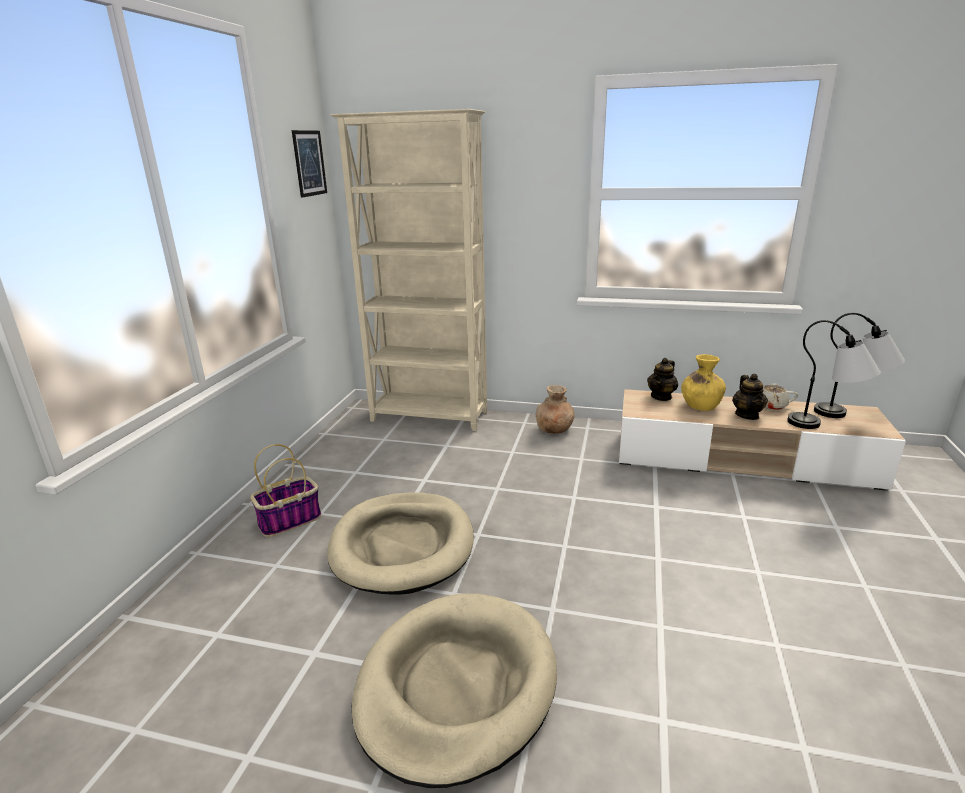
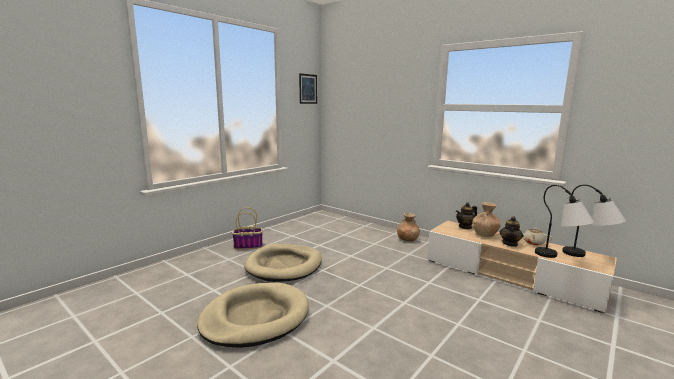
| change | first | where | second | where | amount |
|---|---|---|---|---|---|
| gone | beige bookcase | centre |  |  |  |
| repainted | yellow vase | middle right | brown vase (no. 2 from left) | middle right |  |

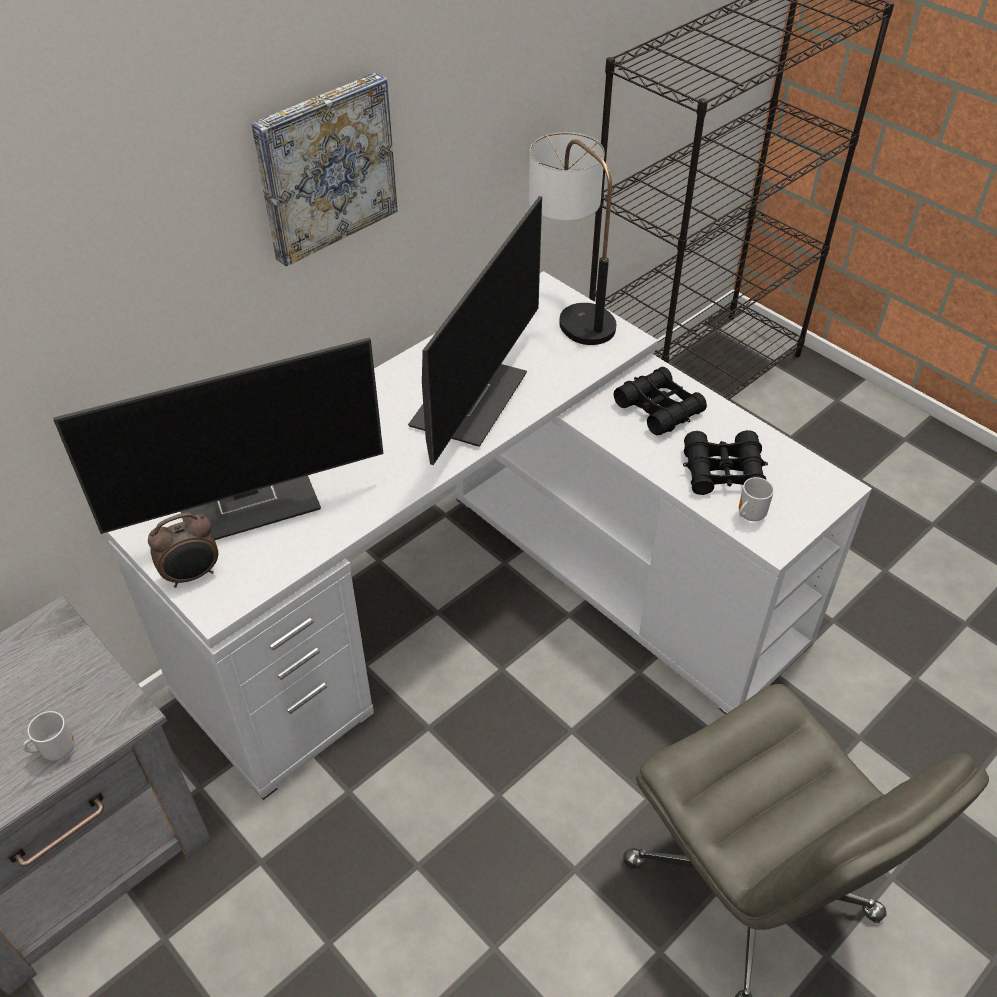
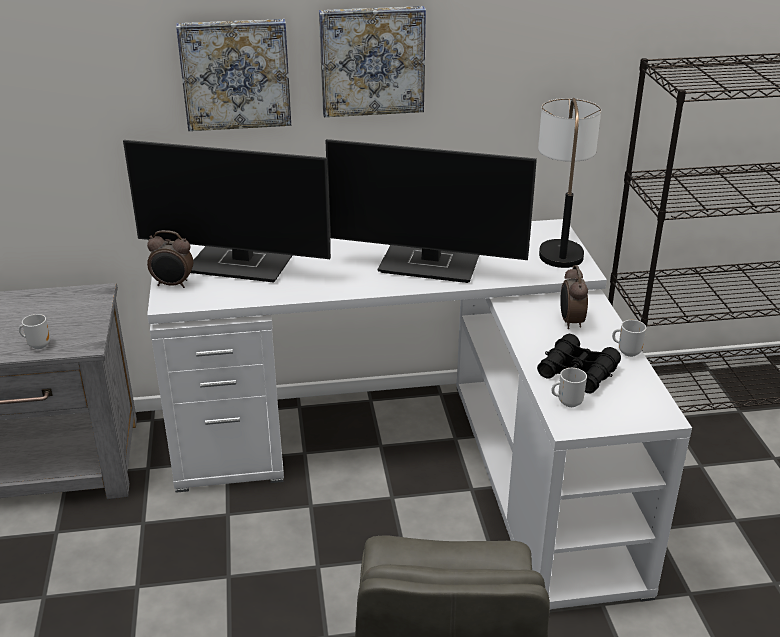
| change | first | where | second | where | amount |
|---|---|---|---|---|---|
| rotated | monitor (no. 2 from left) | top centre |  | top centre | 45 degrees clockwise |
| swapped | black binoculars (no. 1 from left) | centre | alarm clock (no. 2 from left) | middle right |  |
| new |  |  | picture (no. 1 from left) | top left |  |
| new |  |  | mug (no. 3 from left) | middle right |  |

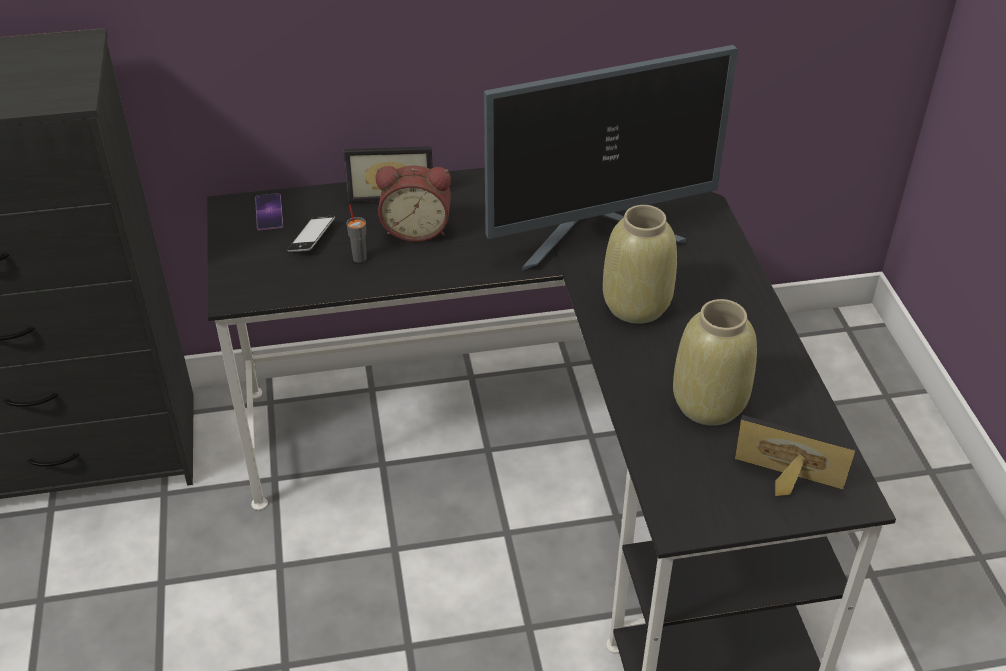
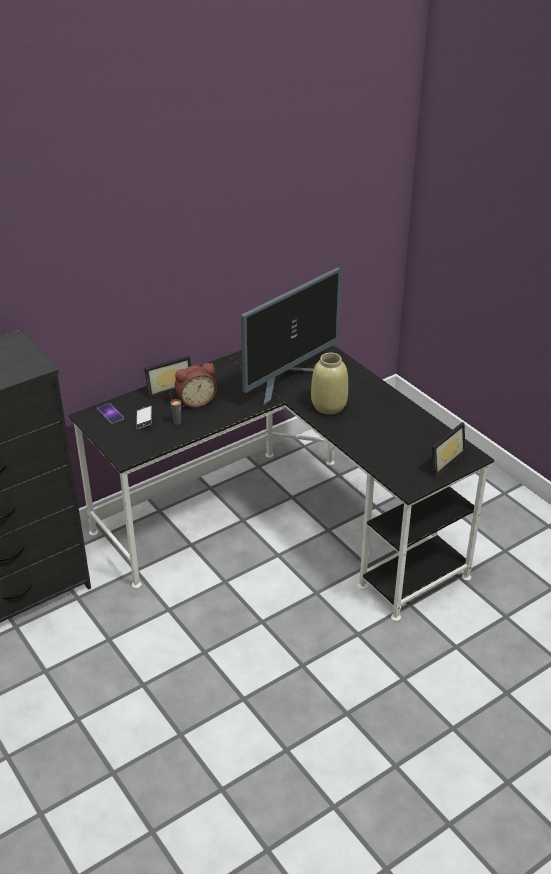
| change | first | where | second | where | amount |
|---|---|---|---|---|---|
| gone | beige vase (no. 2 from left) | middle right |  |  |  |
| rotated | picture frame (no. 2 from left) | bottom right |  | middle right | 135 degrees clockwise |

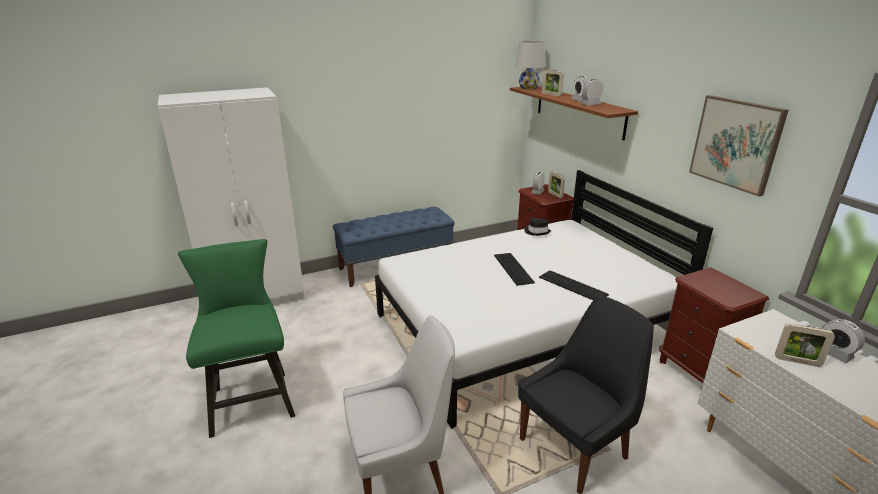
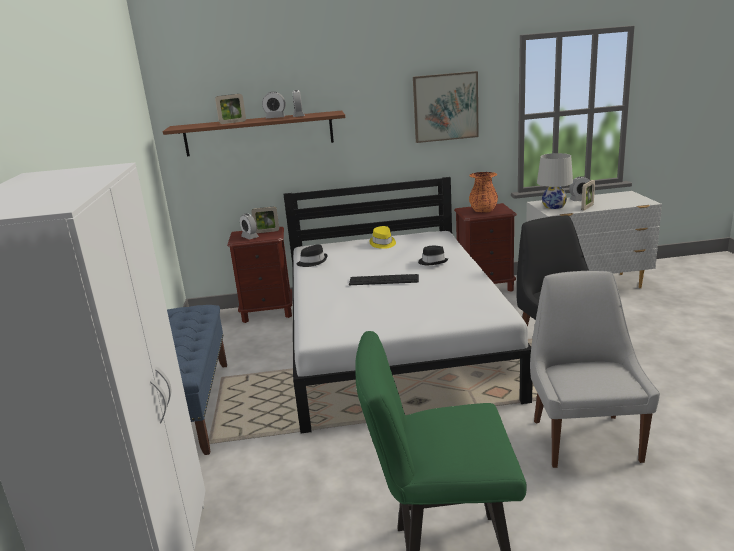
| change | first | where | second | where | amount |
|---|---|---|---|---|---|
| shifted | white table lamp | top centre |  | top right |  |
| swapped | keyboard (no. 2 from left) | centre | black hat (no. 2 from left) | centre |  |
| new |  |  | yellow hat | centre |  |
| new |  |  | orange vase | centre |  |

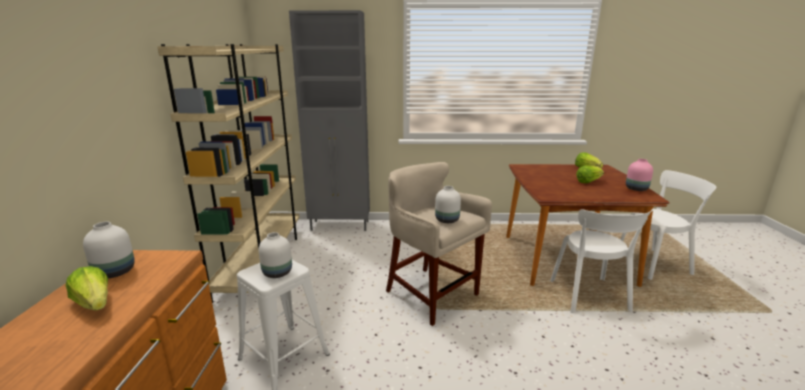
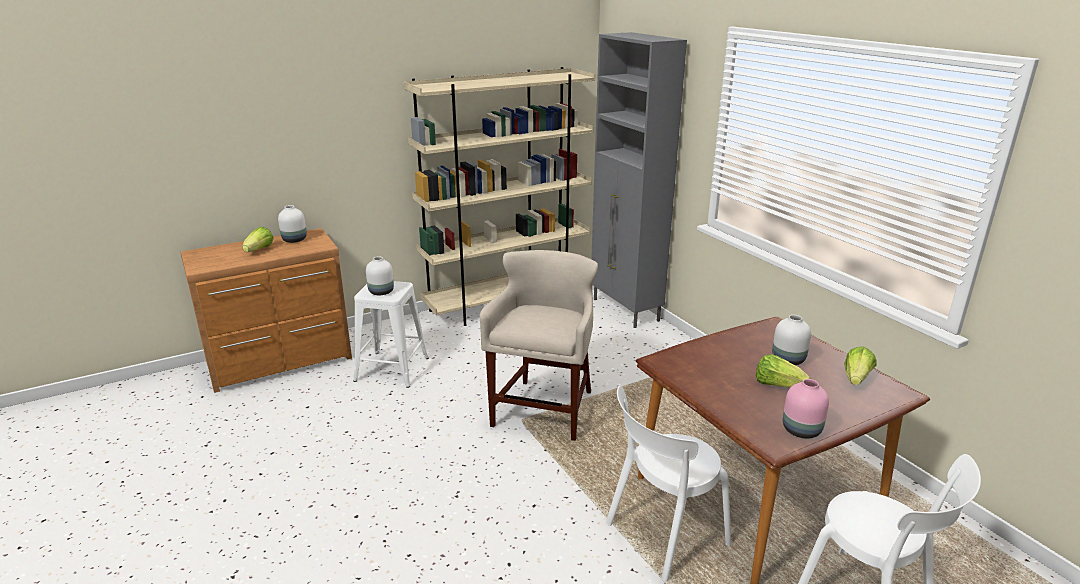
| change | first | where | second | where | amount |
|---|---|---|---|---|---|
| shifted | white vase (no. 3 from left) | centre |  | middle right |  |

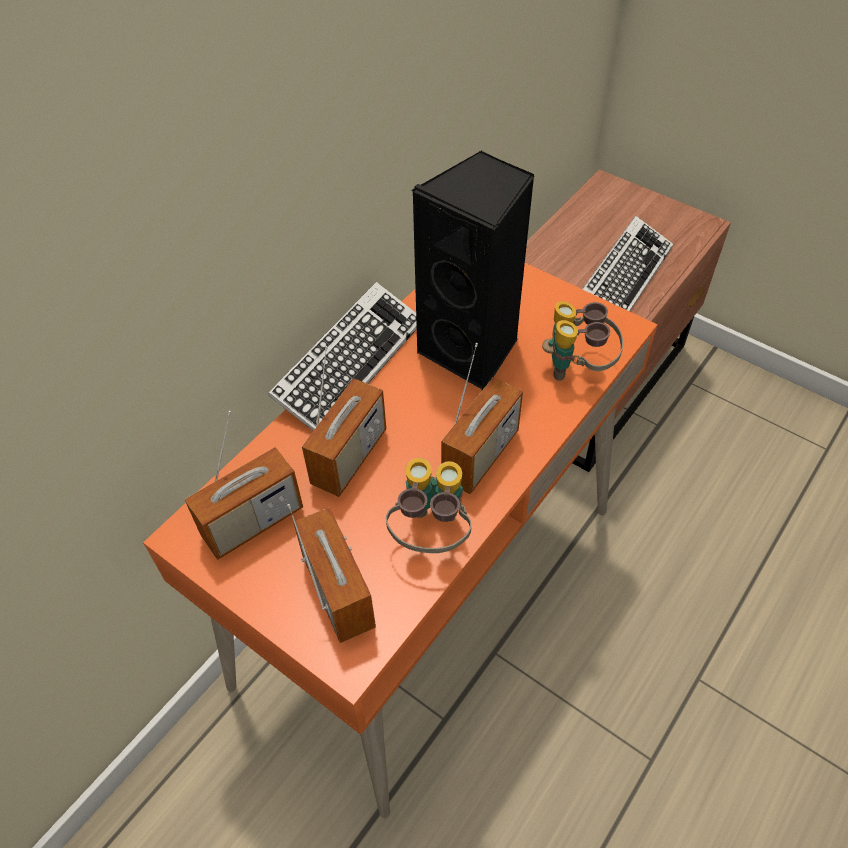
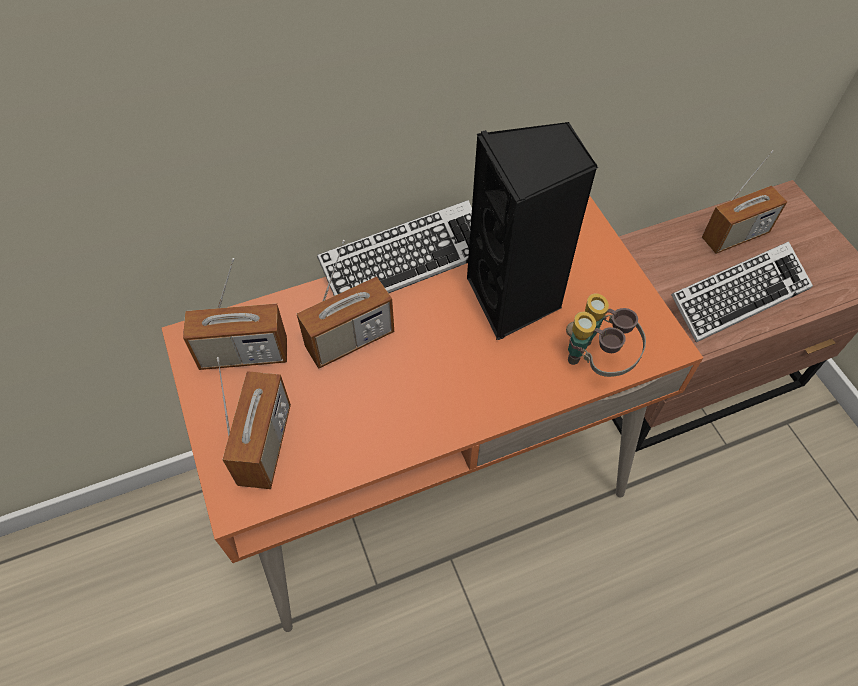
| change | first | where | second | where | amount |
|---|---|---|---|---|---|
| gone | binoculars (no. 1 from left) | centre |  |  |  |
| shifted | radio (no. 4 from left) | centre |  | top right |  |

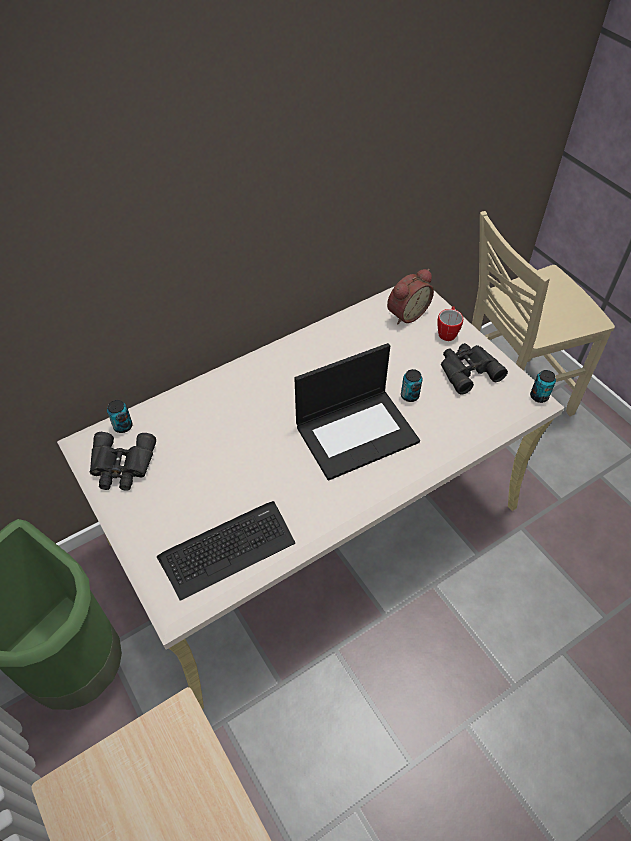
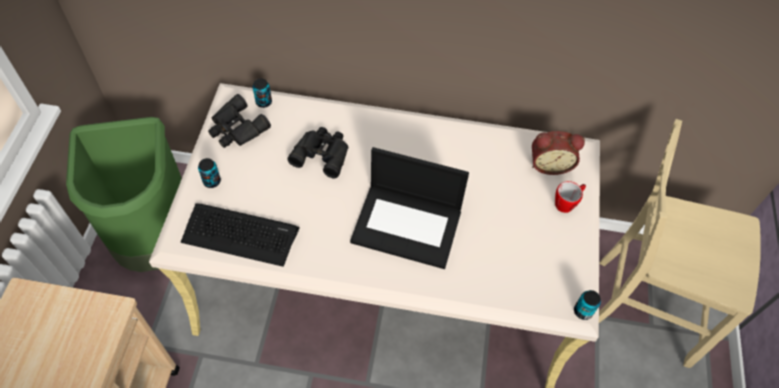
| change | first | where | second | where | amount |
|---|---|---|---|---|---|
| shifted | can (no. 2 from left in the first image) | centre | can (no. 1 from left) | middle left |  |
| shifted | black binoculars (no. 2 from left) | middle right |  | centre |  |

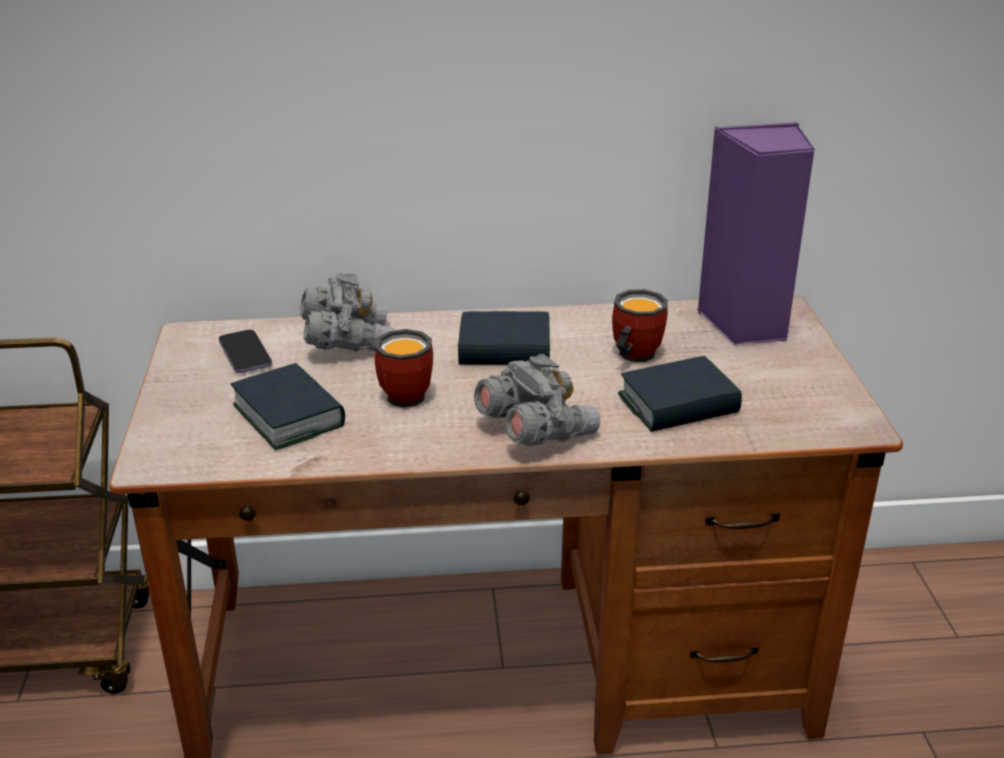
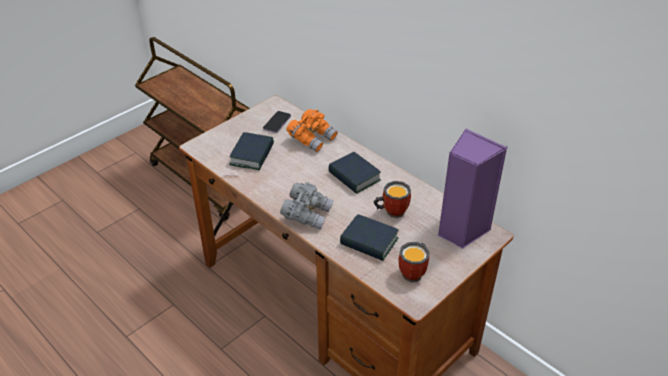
| change | first | where | second | where | amount |
|---|---|---|---|---|---|
| repainted | grey binoculars (no. 1 from left) | centre | orange binoculars | centre |  |
| shifted | mug (no. 1 from left in the first image) | centre | mug (no. 2 from left) | bottom centre |  |

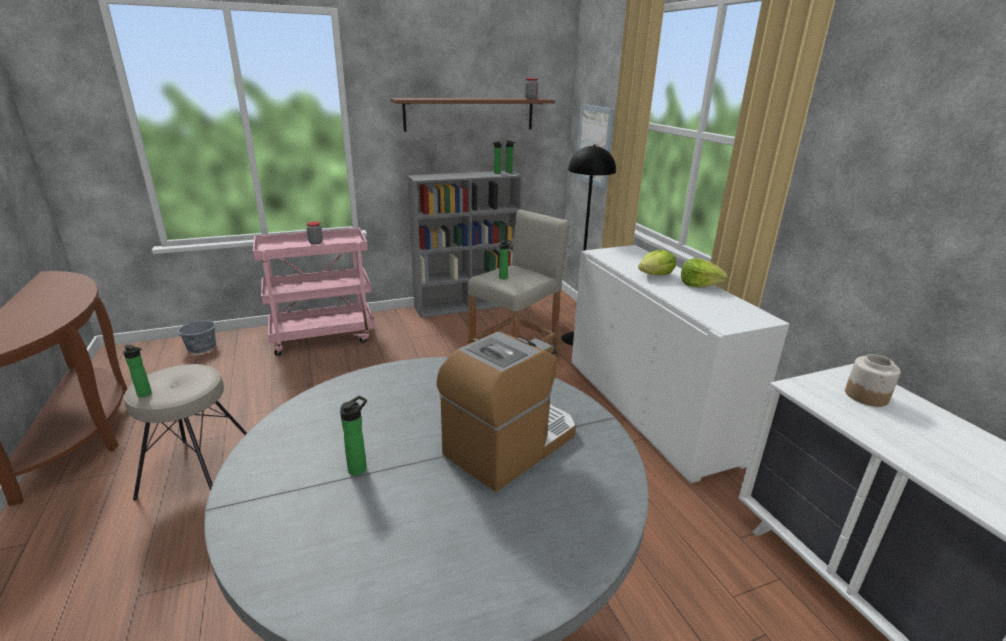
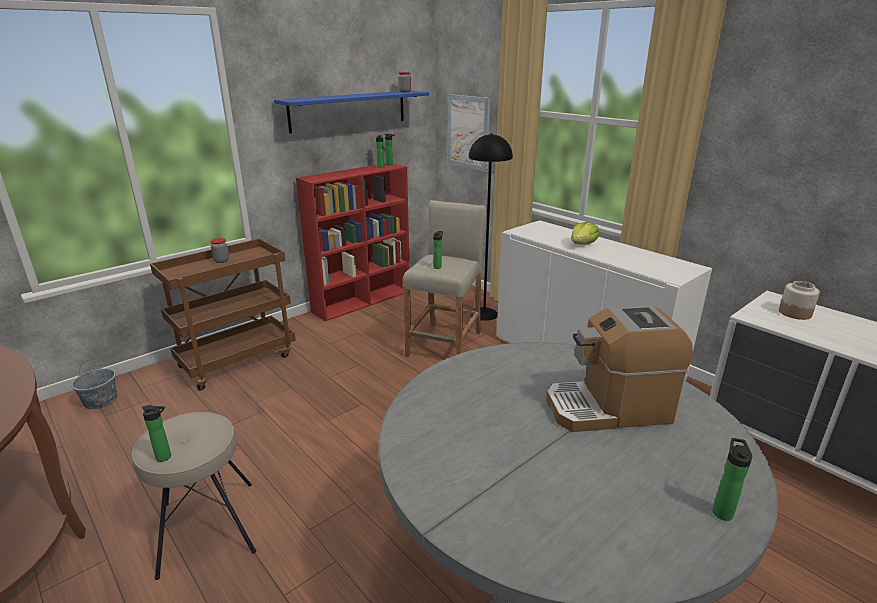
| change | first | where | second | where | amount |
|---|---|---|---|---|---|
| repainted | pink cart | middle left | brown cart | middle left |  |
| shifted | bottle (no. 2 from left in the first image) | bottom centre | bottle (no. 5 from left) | bottom right |  |
| repainted | brown shelf | top centre | blue shelf | top centre |  |
| repainted | grey bookcase | centre | red bookcase | centre |  |
| rotated | coffee machine | centre |  | middle right | 120 degrees counterclockwise |
| gone | lettuce (no. 2 from left) | middle right |  |  |  |

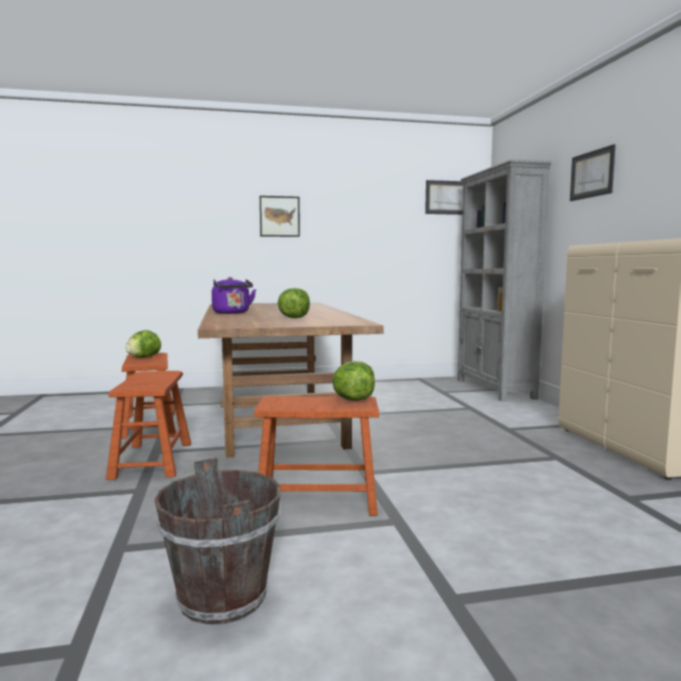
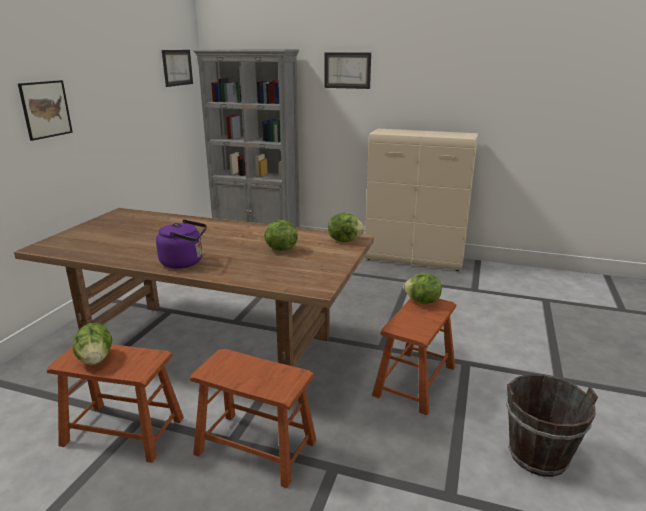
| change | first | where | second | where | amount |
|---|---|---|---|---|---|
| new |  |  | lettuce (no. 3 from left) | centre |  |

